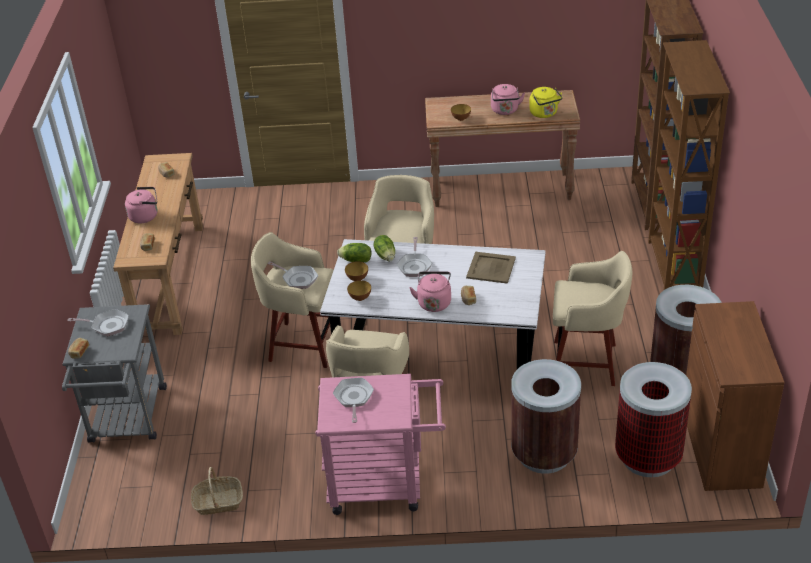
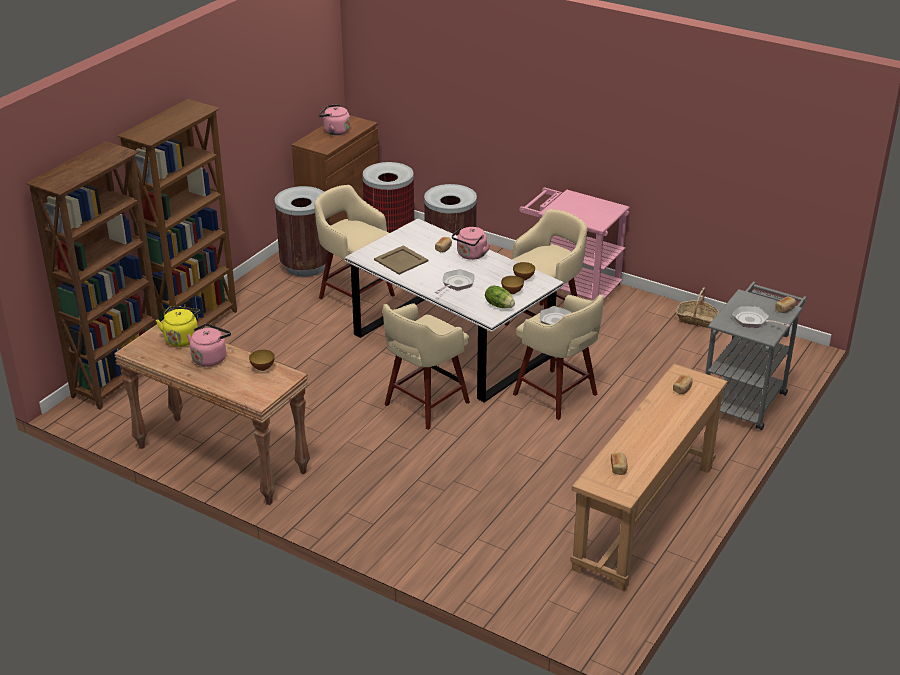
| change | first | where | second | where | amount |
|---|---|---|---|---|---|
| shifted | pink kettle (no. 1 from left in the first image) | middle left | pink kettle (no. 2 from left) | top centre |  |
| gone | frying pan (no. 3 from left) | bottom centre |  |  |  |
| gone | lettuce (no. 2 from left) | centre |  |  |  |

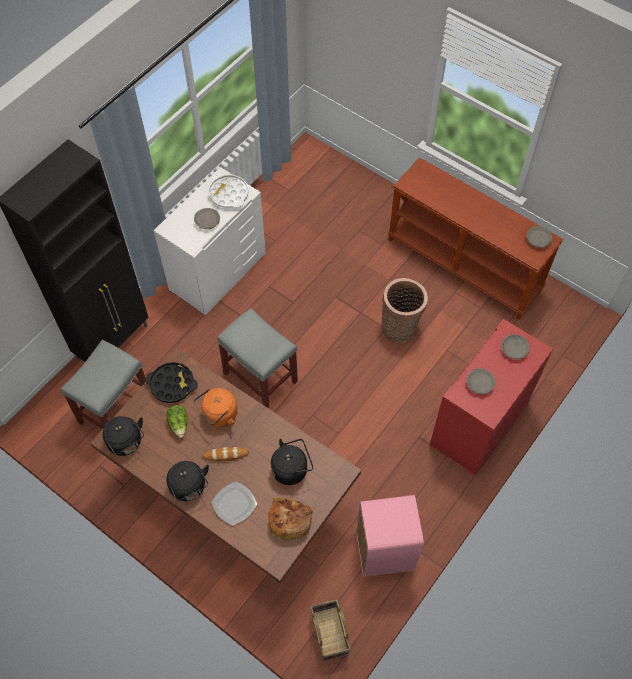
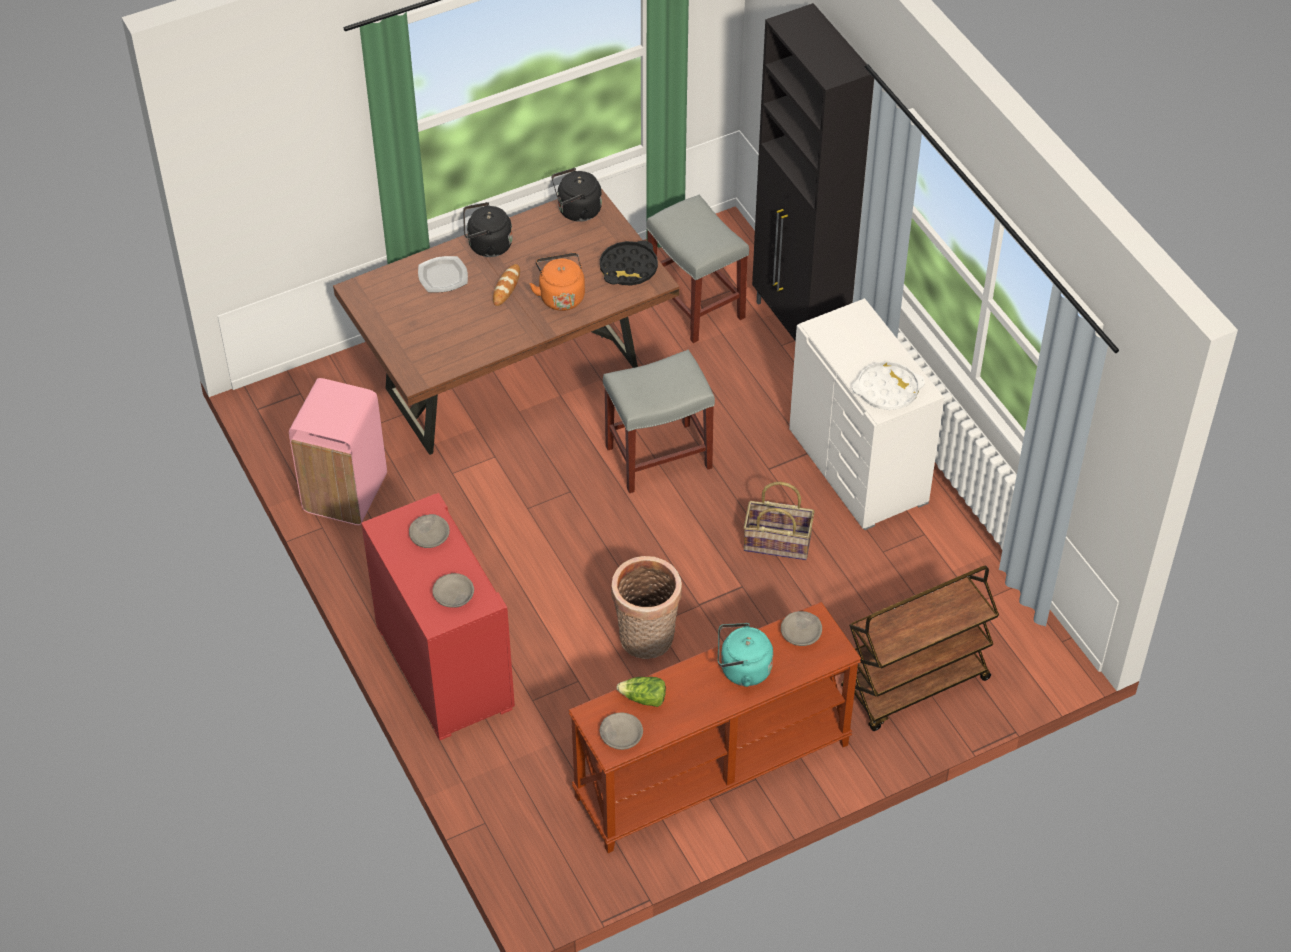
| change | first | where | second | where | amount |
|---|---|---|---|---|---|
| shifted | lettuce | middle left |  | bottom centre |  |
| shifted | grey bowl (no. 1 from left in the first image) | top left | grey bowl (no. 4 from left) | centre |  |
| gone | bread (no. 2 from left) | bottom centre |  |  |  |
| gone | black kettle (no. 3 from left) | bottom centre |  |  |  |
| shifted | basket (no. 1 from left in the first image) | bottom centre | basket (no. 2 from left) | centre |  |
| new |  |  | turquoise kettle | bottom centre |  |
| new |  |  | brown cart | bottom right |  |

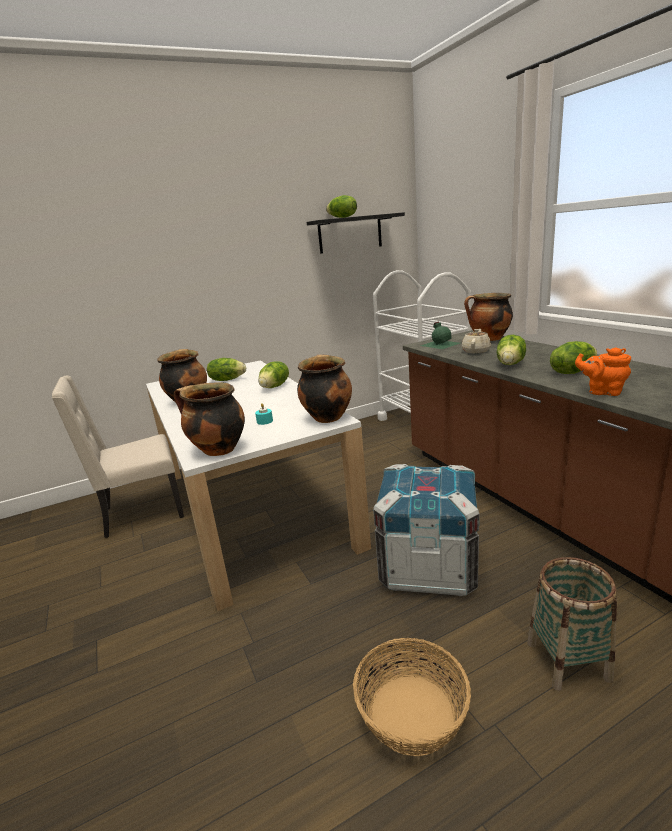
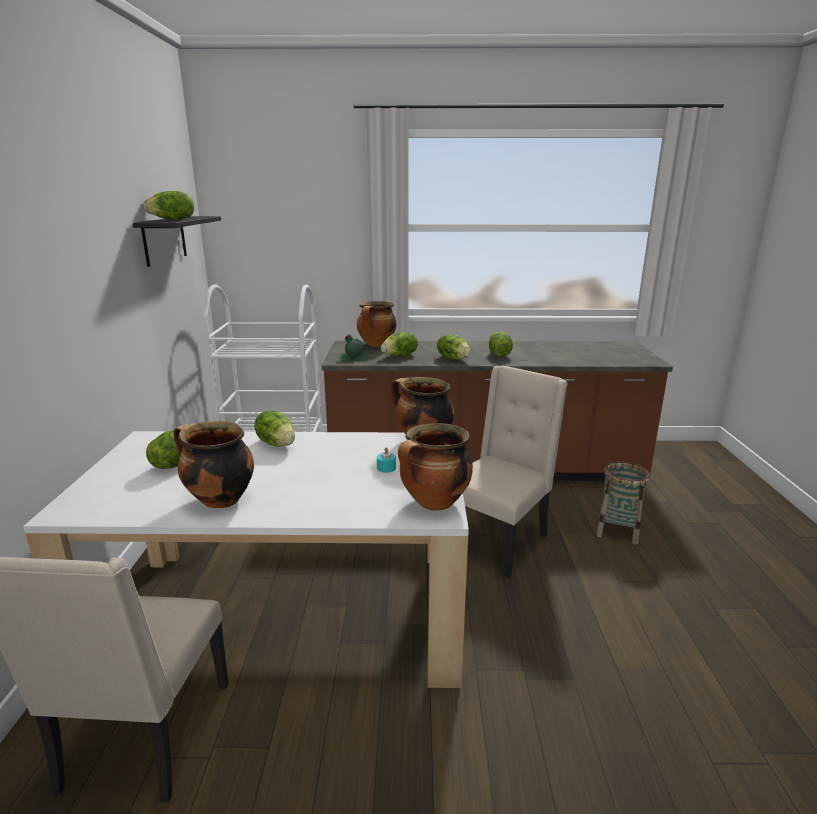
| change | first | where | second | where | amount |
|---|---|---|---|---|---|
| gone | basket (no. 1 from left) | bottom centre |  |  |  |
| swapped | crate | centre | beige chair (no. 2 from left) | centre |  |
| swapped | beige teapot | middle right | lettuce (no. 4 from left) | centre |  |
| gone | orange teapot | middle right |  |  |  |

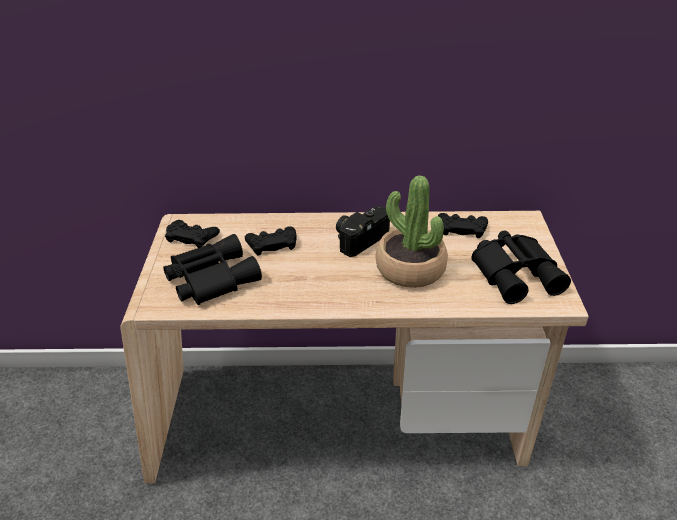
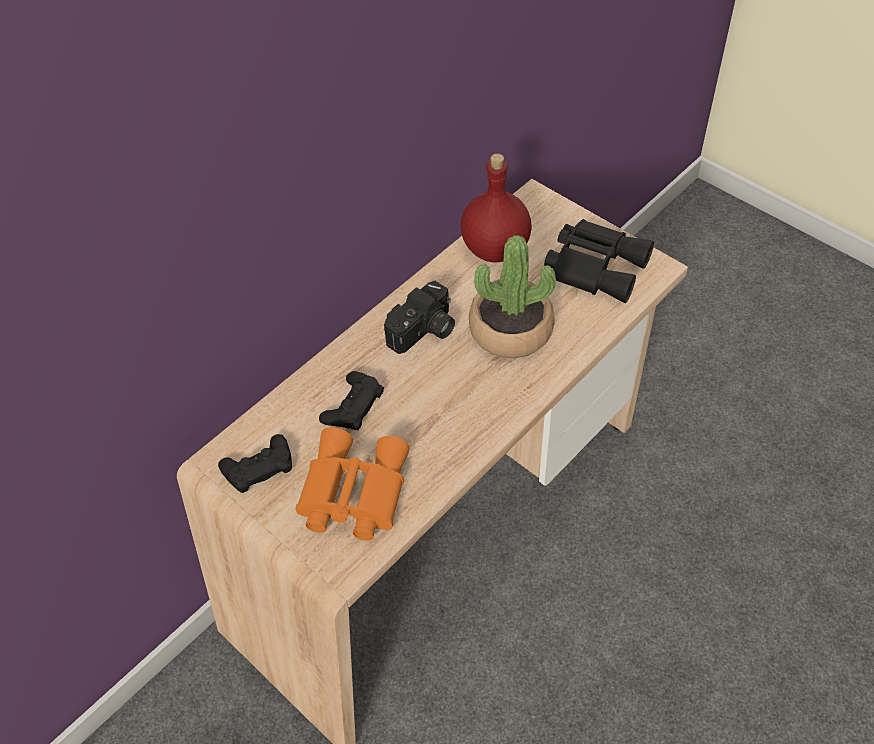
| change | first | where | second | where | amount |
|---|---|---|---|---|---|
| repainted | black binoculars (no. 1 from left) | middle left | orange binoculars | centre |  |
| rotated | photo camera | centre |  | centre | 135 degrees counterclockwise |
| swapped | black game controller (no. 3 from left) | middle right | red bottle | top centre |  |

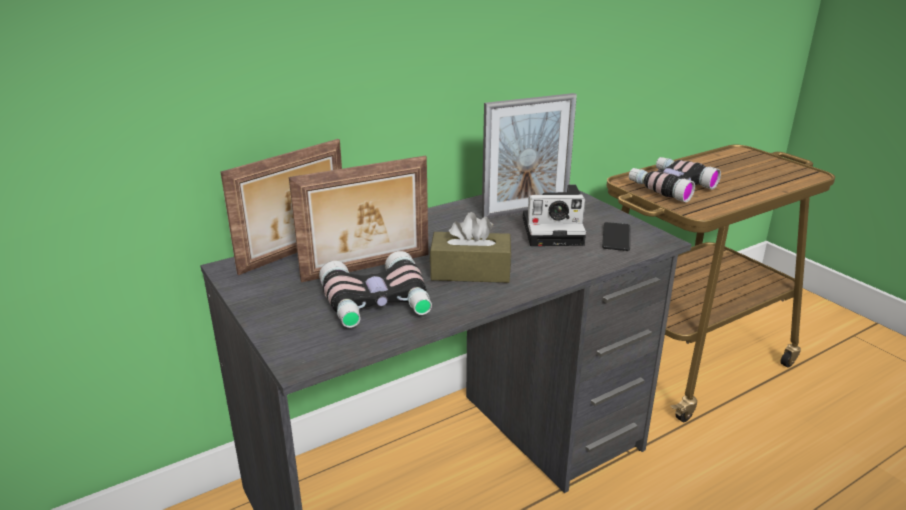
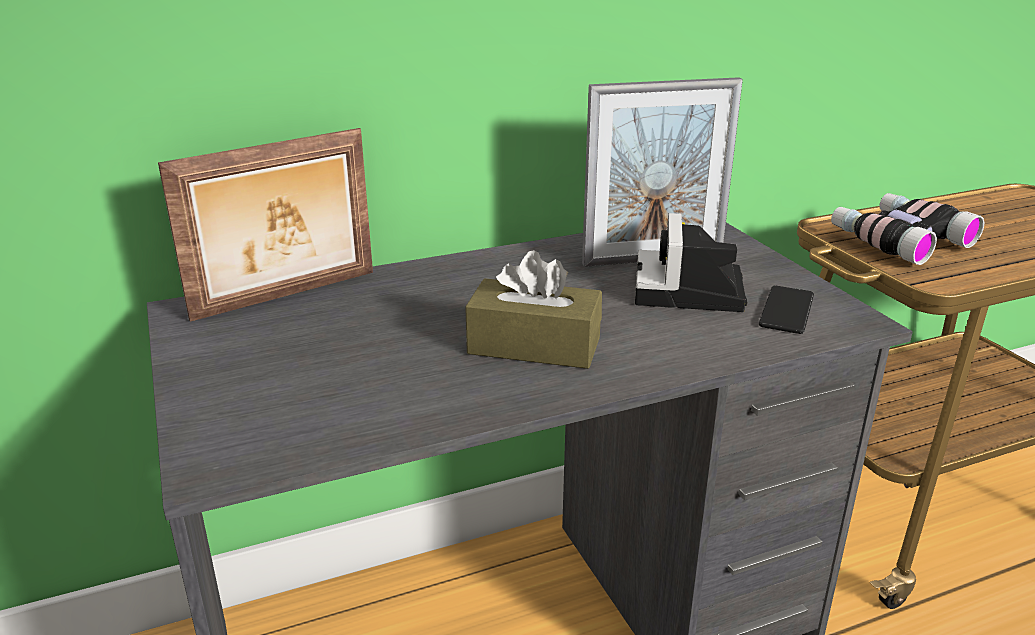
| change | first | where | second | where | amount |
|---|---|---|---|---|---|
| gone | picture frame (no. 2 from left) | centre |  |  |  |
| gone | binoculars (no. 1 from left) | centre |  |  |  |
| rotated | photo camera | centre |  | middle right | 90 degrees clockwise |

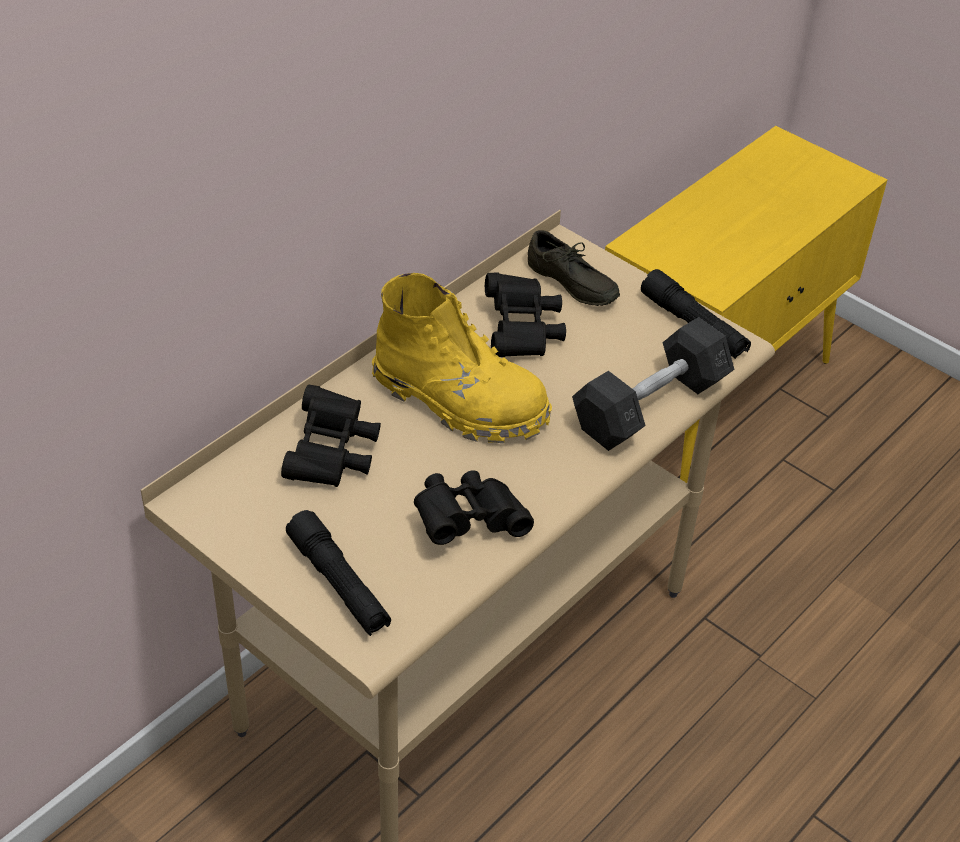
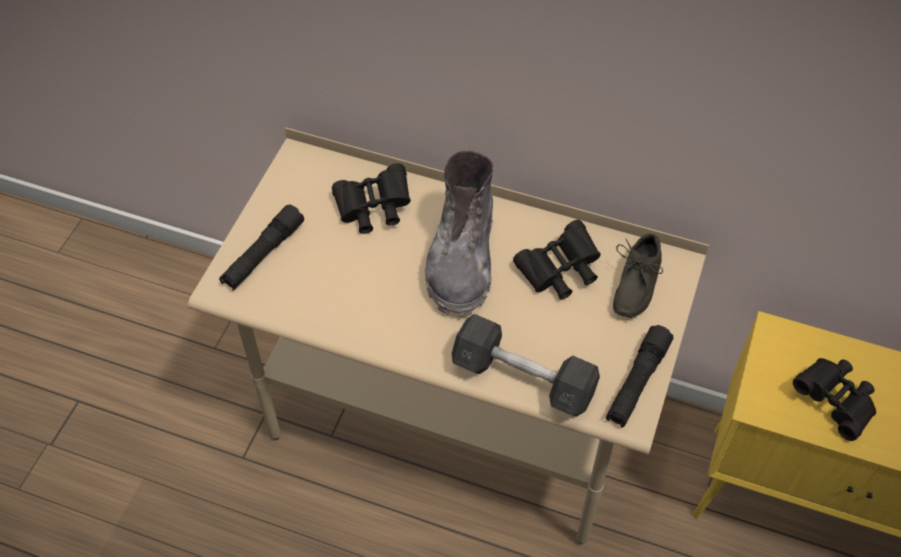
| change | first | where | second | where | amount |
|---|---|---|---|---|---|
| repainted | yellow boot | centre | grey boot | centre |  |
| shifted | black binoculars (no. 2 from left in the first image) | centre | black binoculars (no. 3 from left) | bottom right |  |

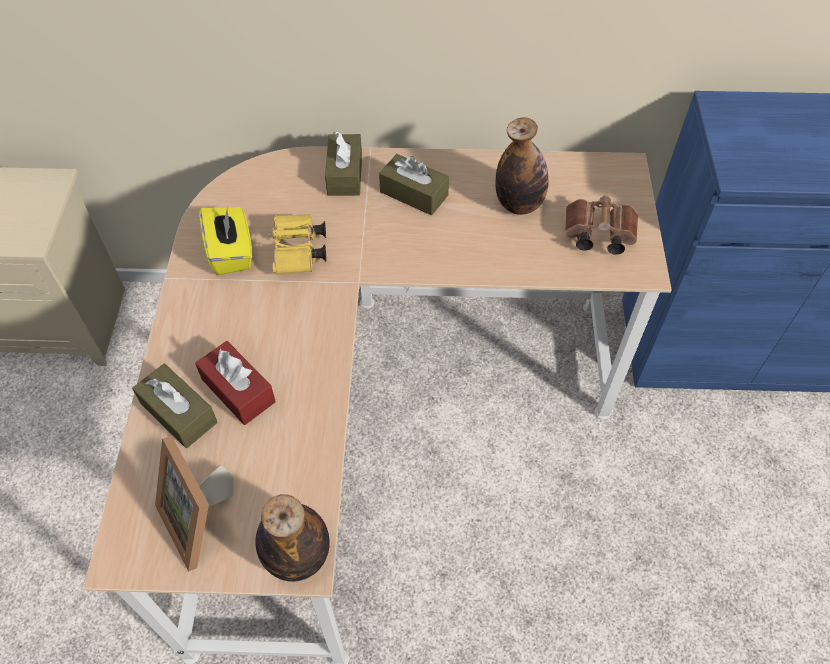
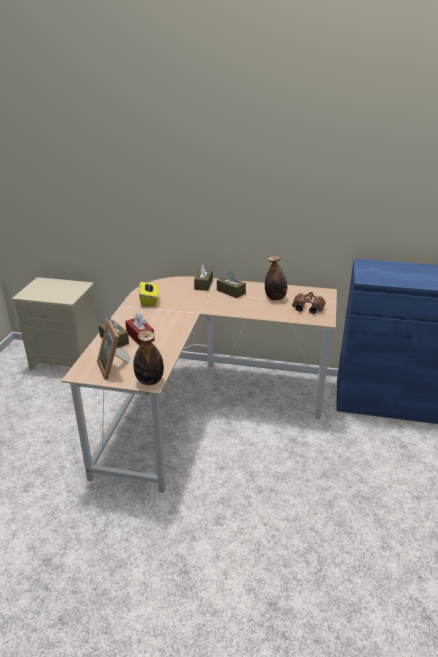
| change | first | where | second | where | amount |
|---|---|---|---|---|---|
| gone | yellow binoculars | centre |  |  |  |

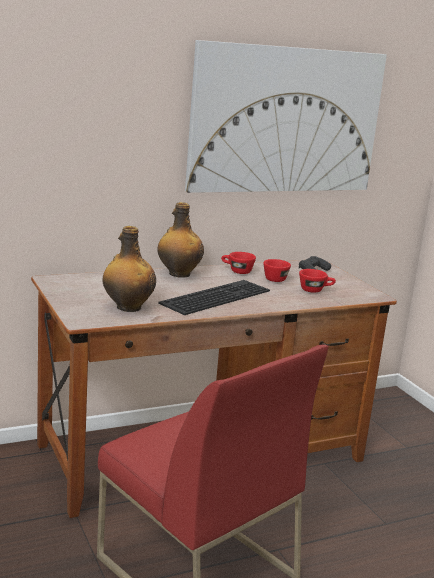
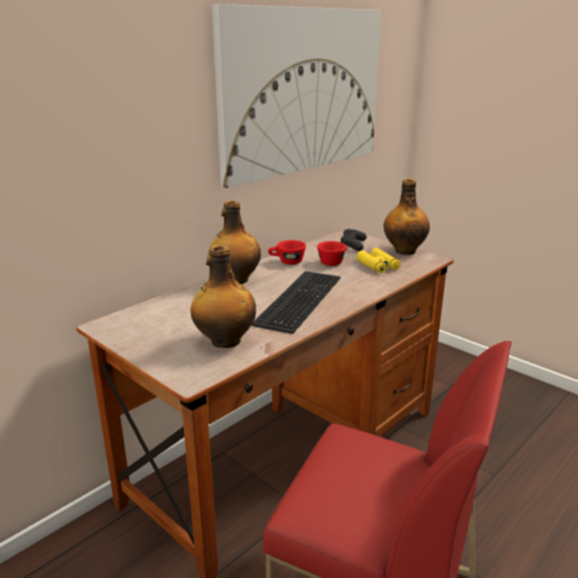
| change | first | where | second | where | amount |
|---|---|---|---|---|---|
| swapped | red cup (no. 3 from left) | middle right | yellow binoculars | centre |  |
| new |  |  | bottle (no. 3 from left) | middle right |  |

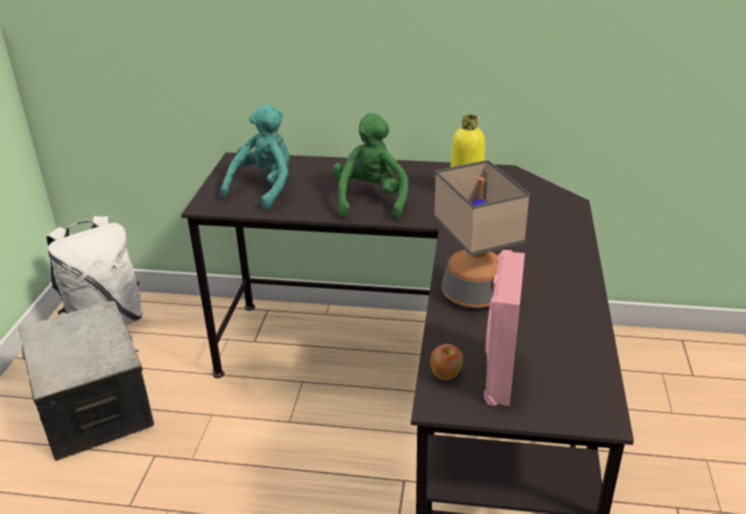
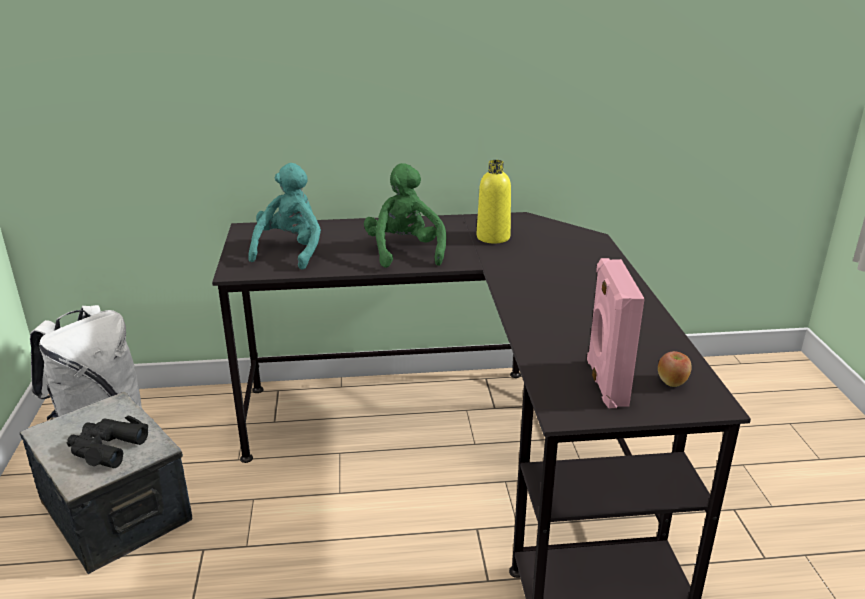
| change | first | where | second | where | amount |
|---|---|---|---|---|---|
| shifted | apple | bottom centre |  | middle right |  |
| gone | table lamp | centre |  |  |  |
| new |  |  | black binoculars | bottom left |  |

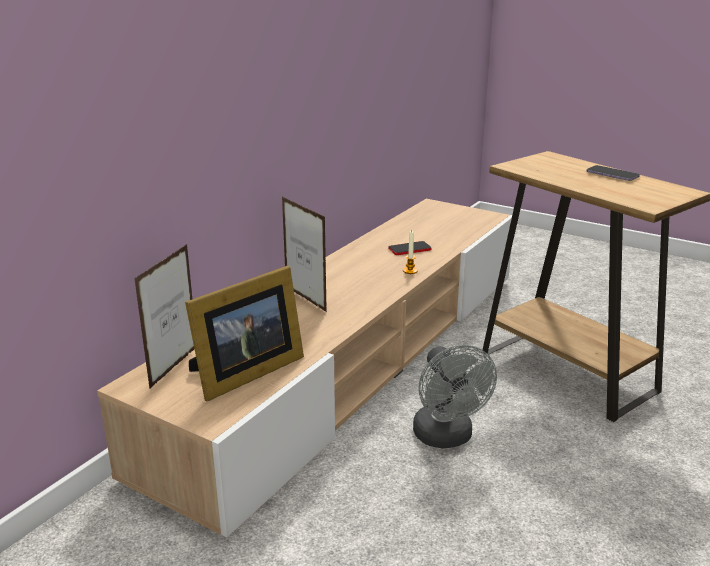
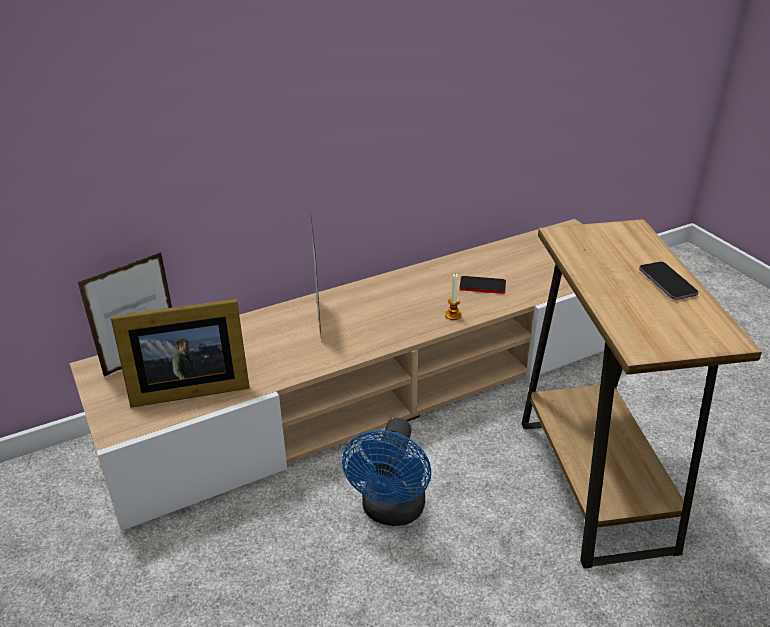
| change | first | where | second | where | amount |
|---|---|---|---|---|---|
| repainted | grey fan | bottom centre | blue fan | bottom centre |  |

